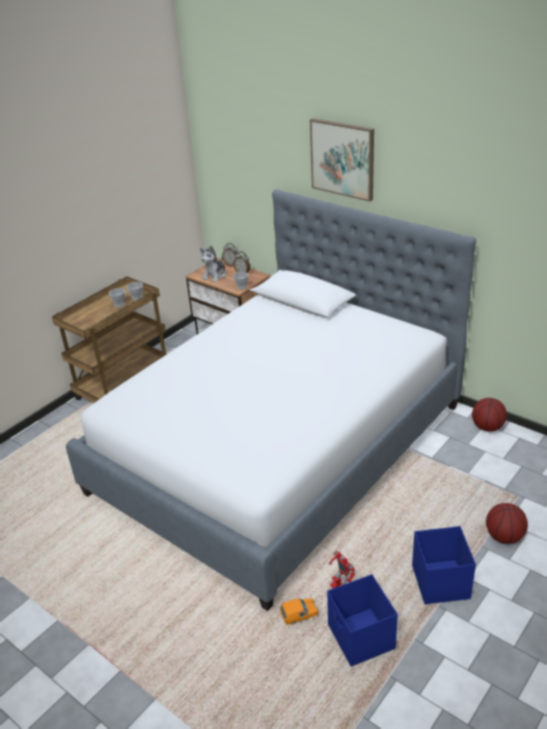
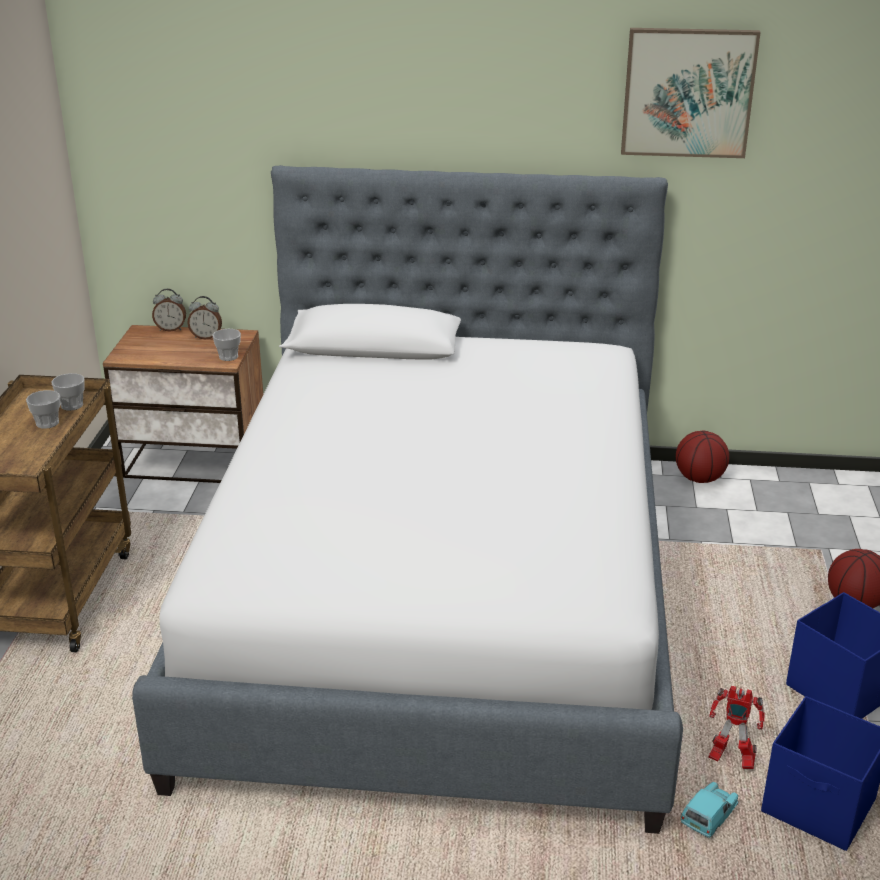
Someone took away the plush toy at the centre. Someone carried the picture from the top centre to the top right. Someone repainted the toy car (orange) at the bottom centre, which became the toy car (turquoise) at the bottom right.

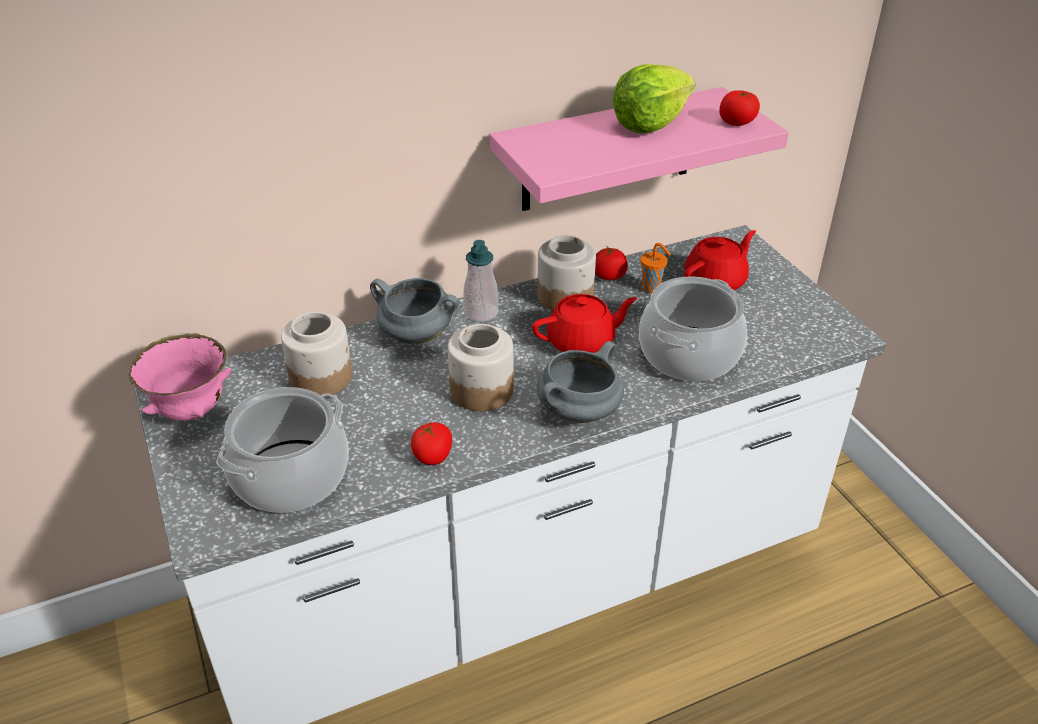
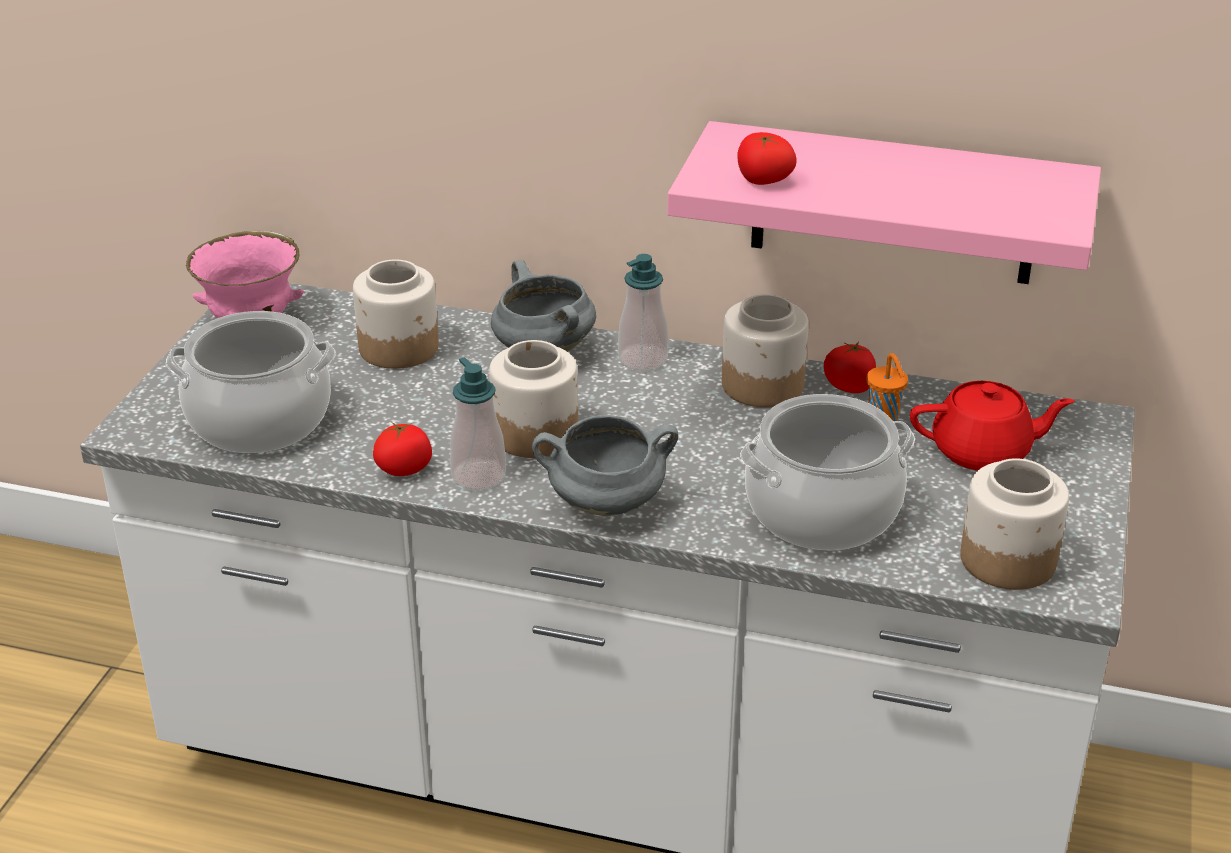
Someone took away the teapot (red) (1st from left) at the centre. Someone took away the lettuce at the top centre. Someone put down the soap dispenser (1st from left) at the centre. Someone put down the jar (4th from left) at the middle right. Someone carried the tomato (3rd from left in the first image) from the top right to the top centre.

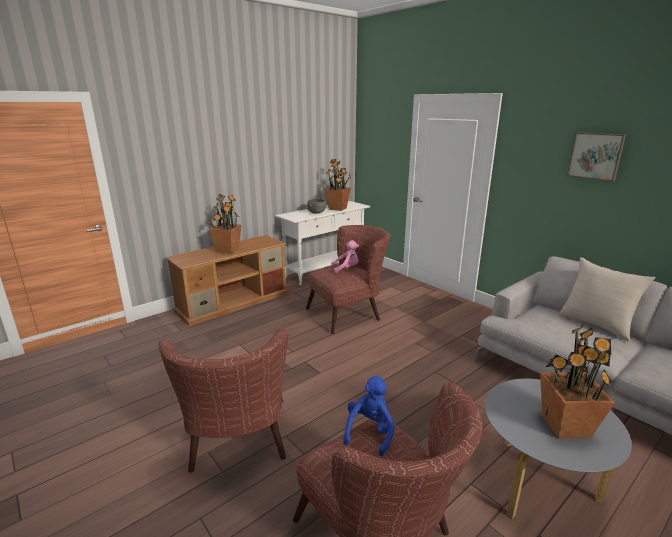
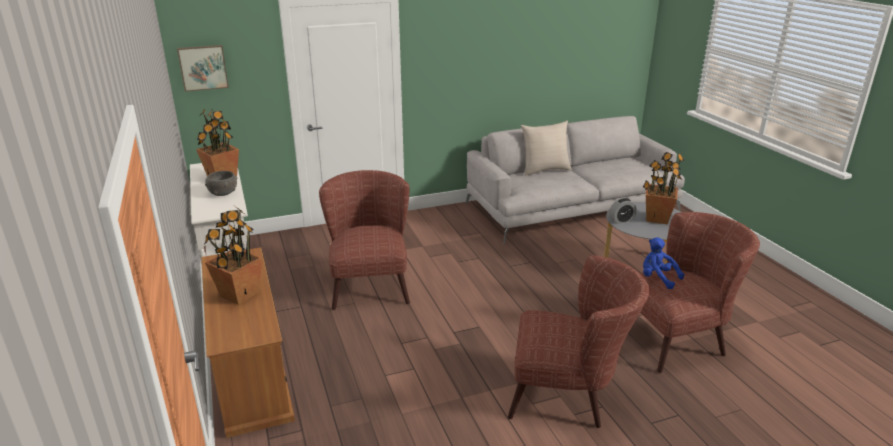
Someone took away the plush toy (pink) at the centre. Someone put down the alarm clock at the middle right. Someone carried the picture from the top right to the top left.

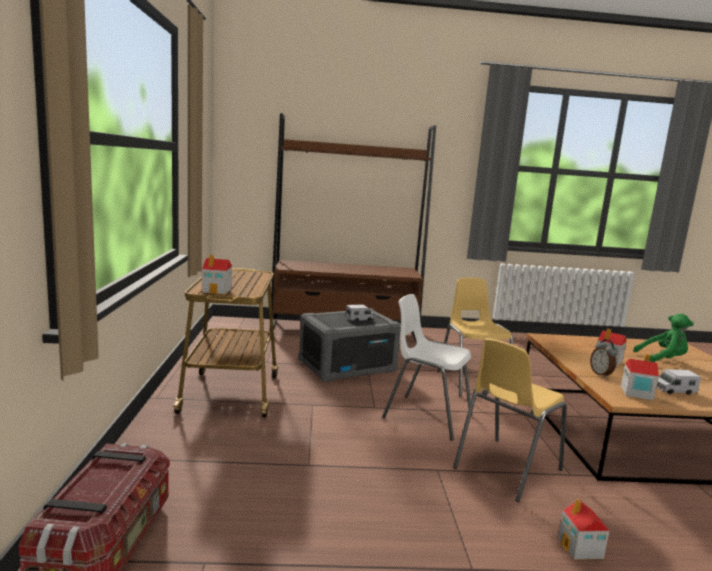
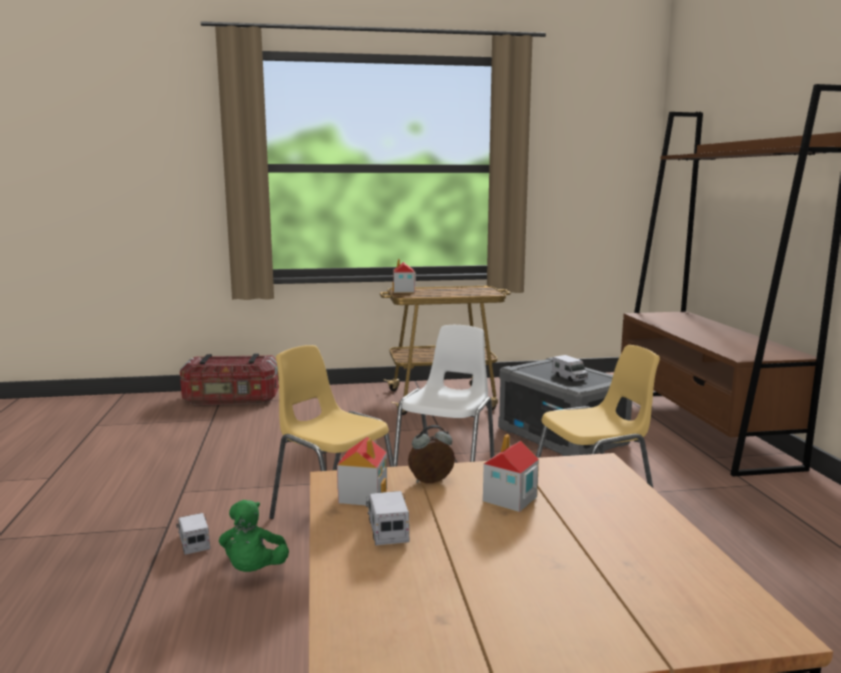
Someone carried the plush toy (green) from the middle right to the bottom left. Someone swapped the toy house (2nd from left) at the bottom right for the toy truck (1st from left) at the bottom left.

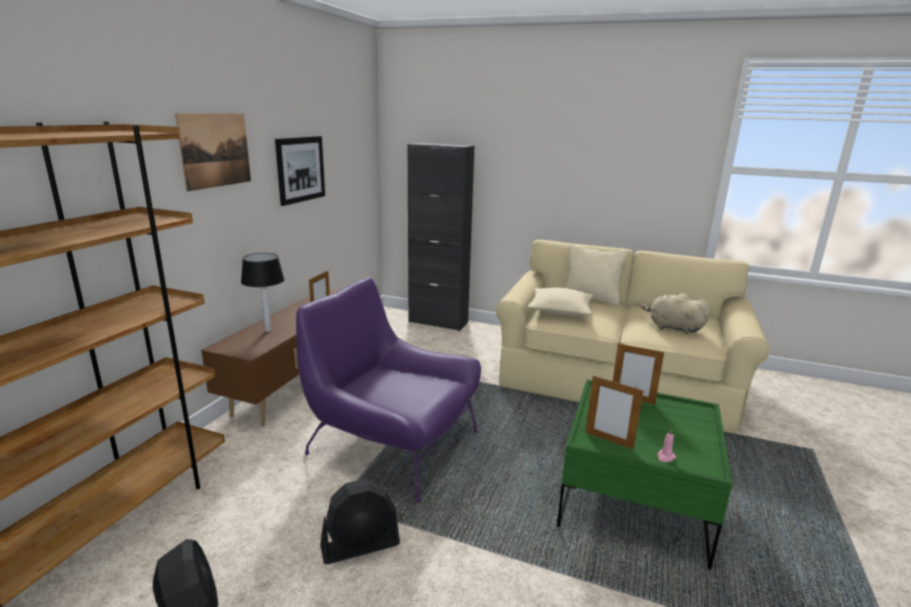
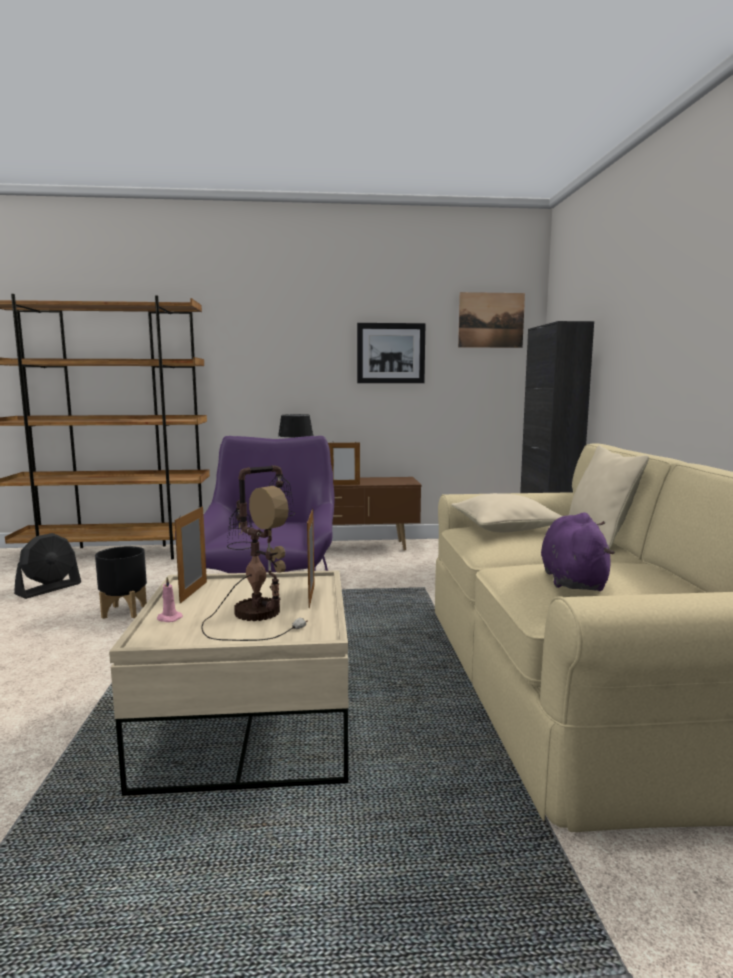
Someone put down the table lamp (1st from left) at the centre. Someone carried the picture (1st from left in the first image) from the top left to the top right. Someone swapped the fan (black) (2nd from left) at the bottom centre for the planter (black) at the middle left. Someone repainted the coffee table (green) at the bottom right, which became the coffee table (beige) at the bottom left. Someone repainted the plush toy (beige) at the middle right, which became the plush toy (purple) at the middle right.

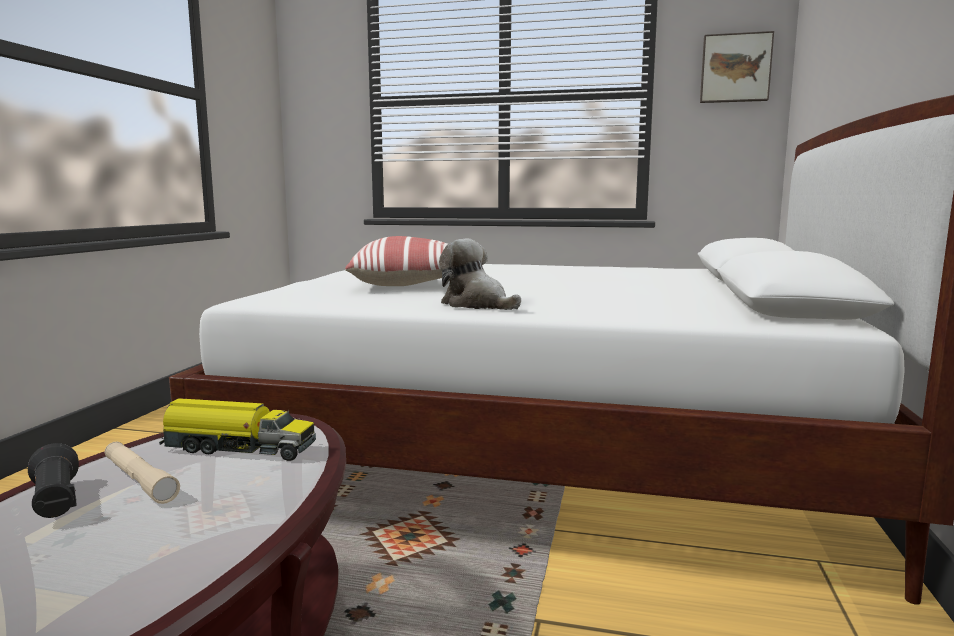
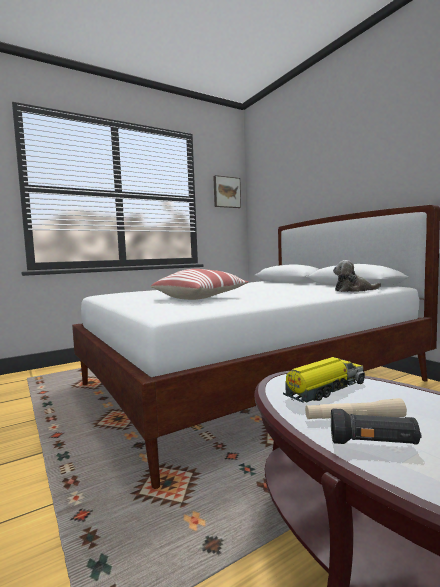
Someone carried the plush toy from the centre to the middle right.

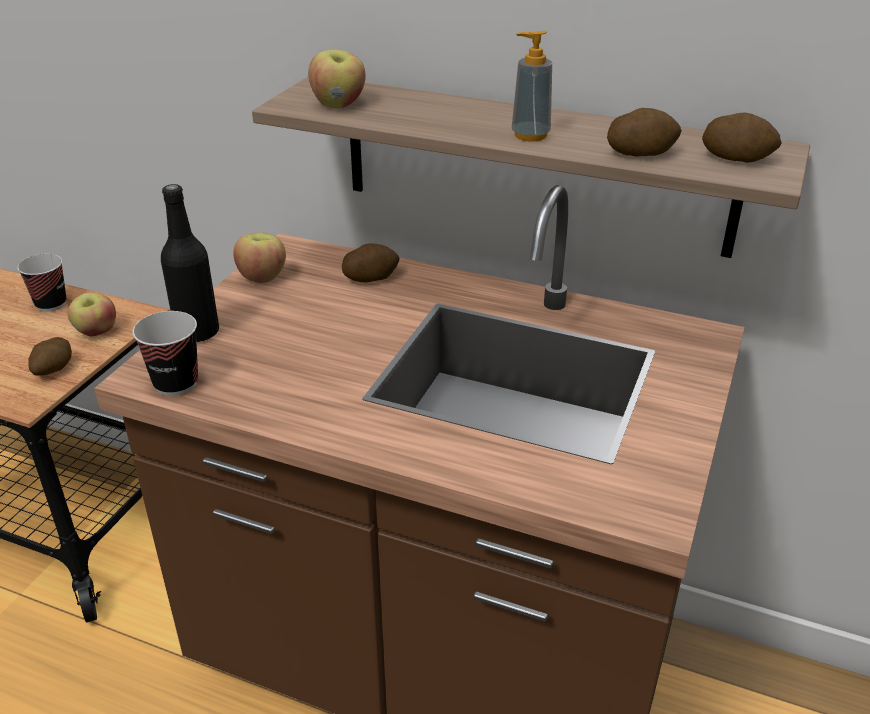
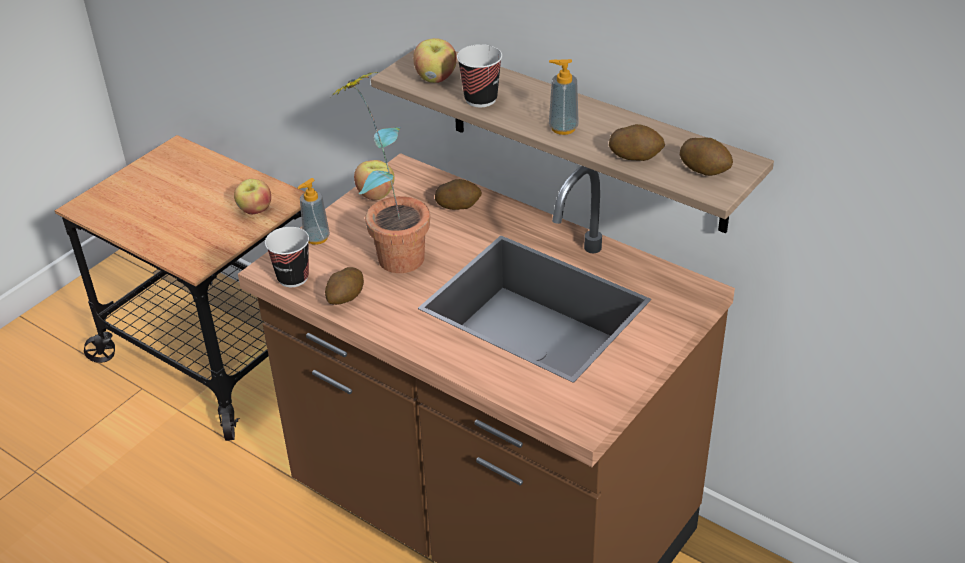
Someone put down the potted plant at the top centre. Someone carried the cup (1st from left in the first image) from the middle left to the top centre. Someone carried the potato (1st from left) from the middle left to the centre. Someone swapped the bottle (black) at the middle left for the soap dispenser (1st from left) at the middle left.

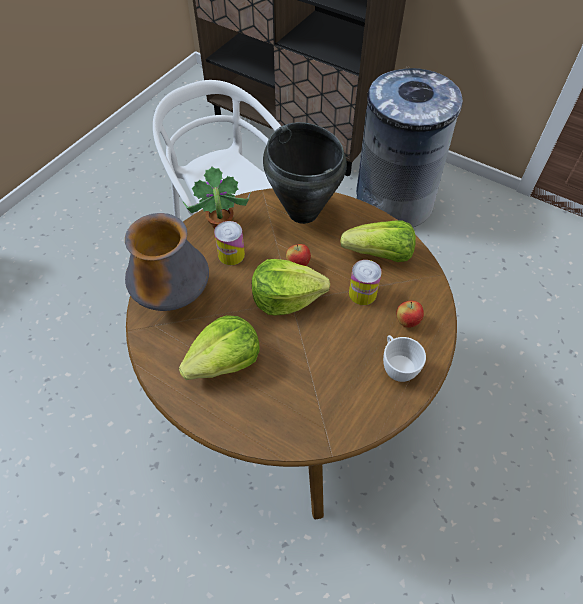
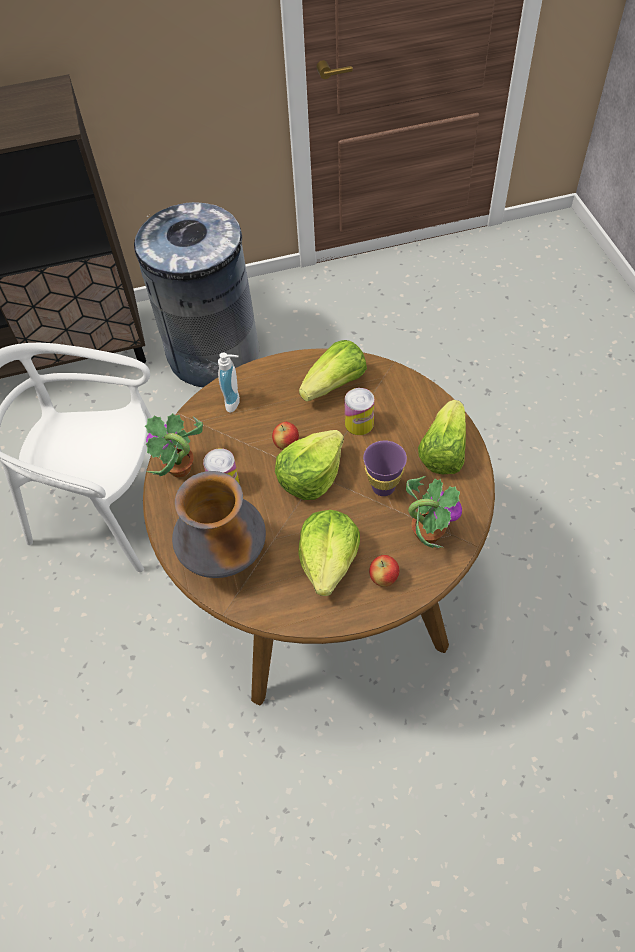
Someone put down the cup (purple) at the centre. Someone put down the potted plant (2nd from left) at the middle right. Someone carried the apple (2nd from left) from the middle right to the centre. Someone swapped the cooking pot (black) at the top centre for the soap dispenser at the centre. Someone swapped the cup (white) at the middle right for the lettuce (4th from left) at the middle right.

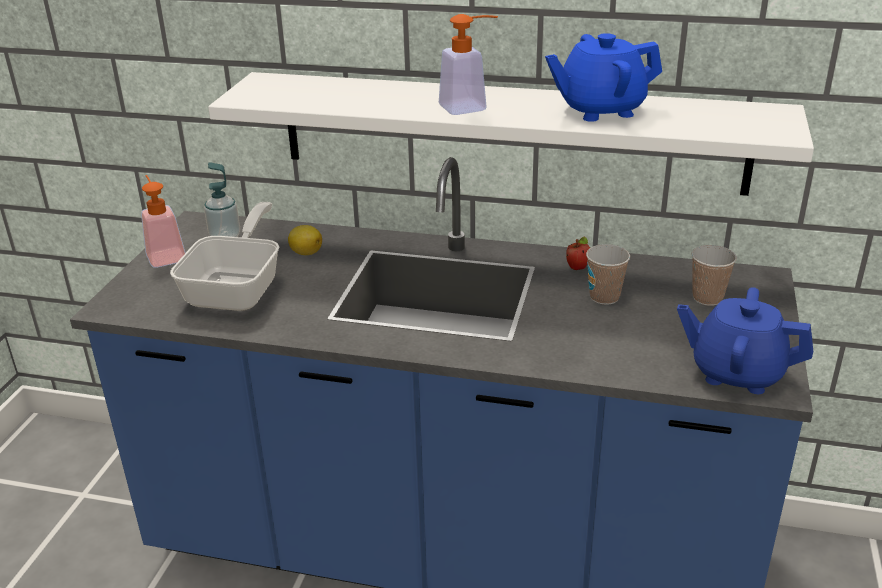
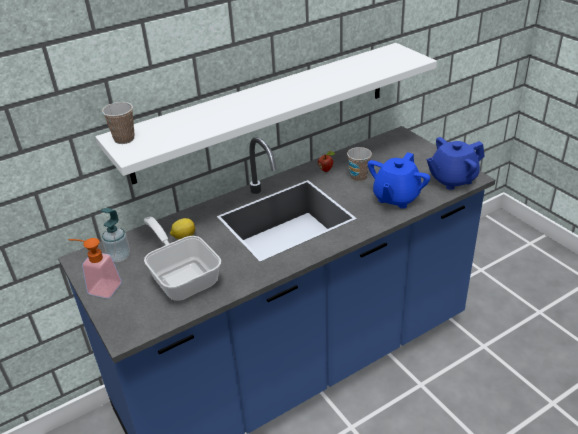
Someone took away the soap dispenser (3rd from left) at the top centre. Someone carried the teapot (blue) (1st from left) from the top right to the middle right. Someone carried the cup (2nd from left in the first image) from the middle right to the top left.

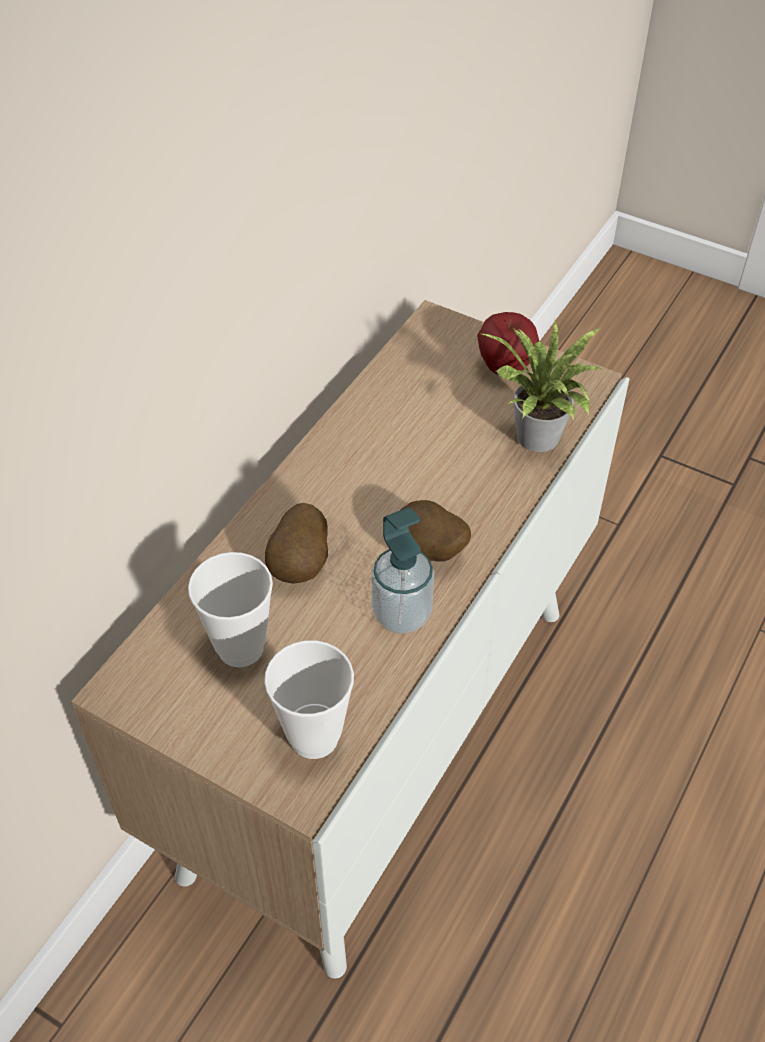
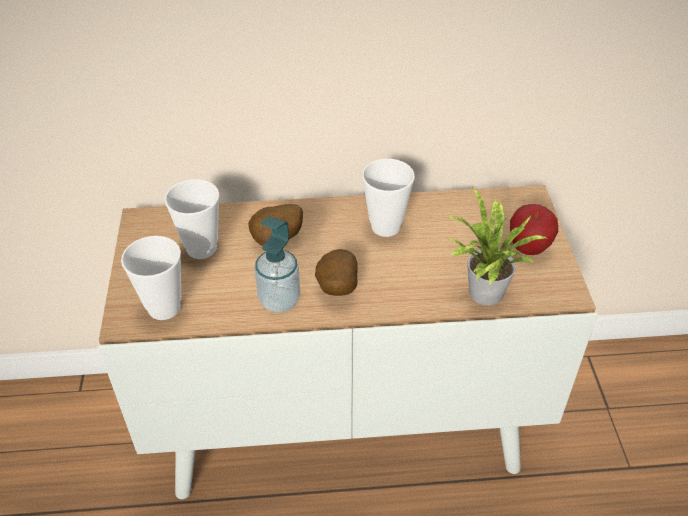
Someone put down the cup (3rd from left) at the centre.

